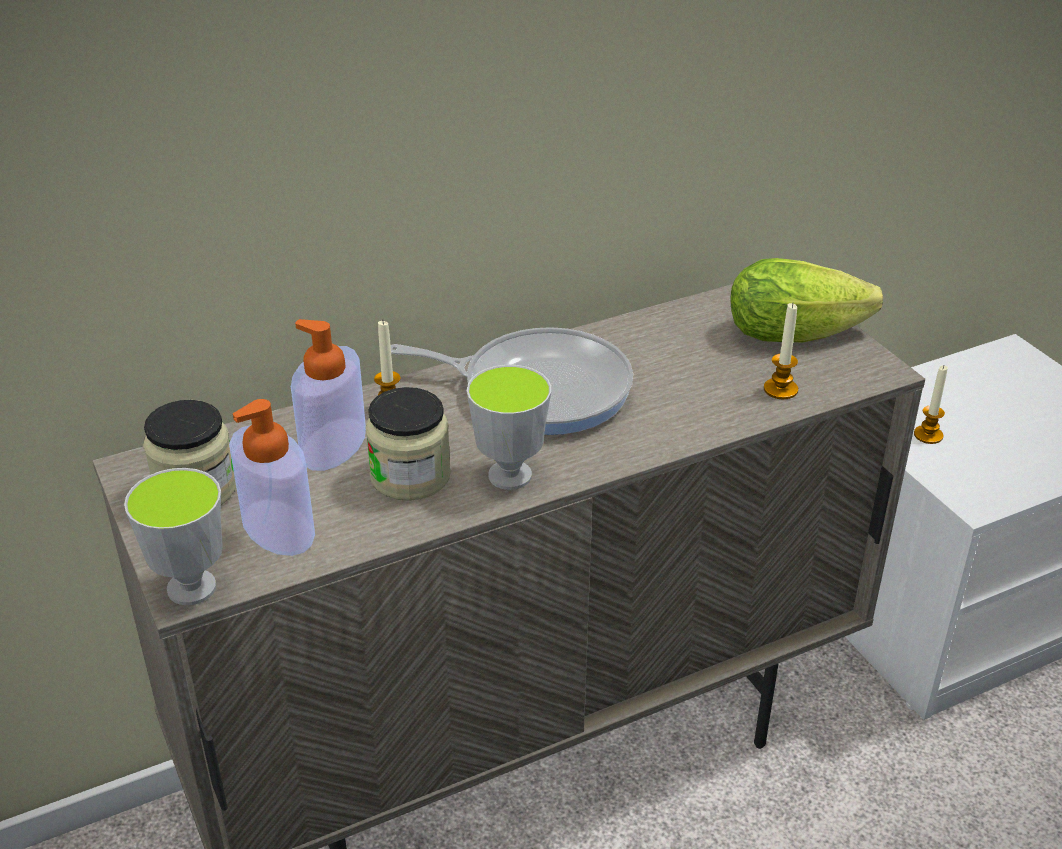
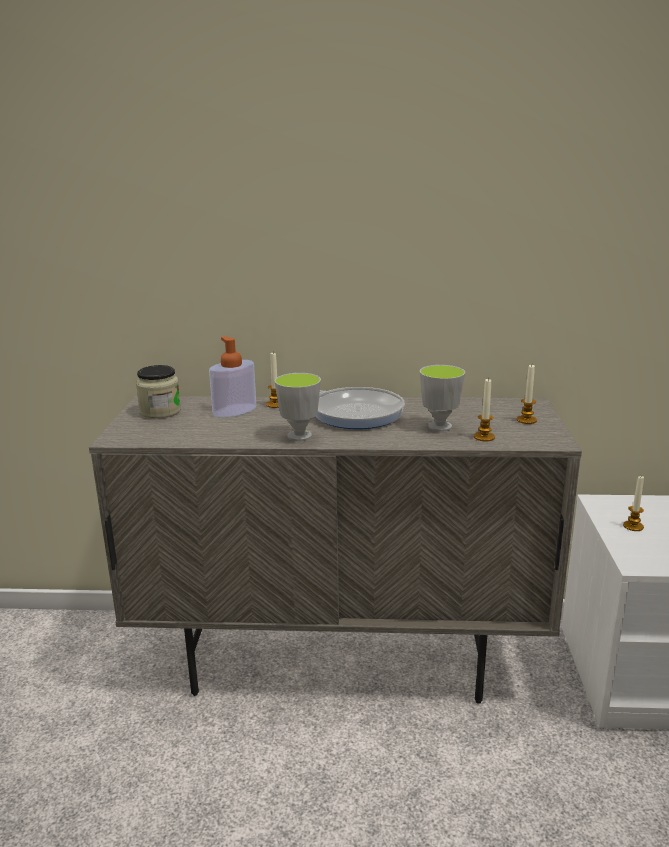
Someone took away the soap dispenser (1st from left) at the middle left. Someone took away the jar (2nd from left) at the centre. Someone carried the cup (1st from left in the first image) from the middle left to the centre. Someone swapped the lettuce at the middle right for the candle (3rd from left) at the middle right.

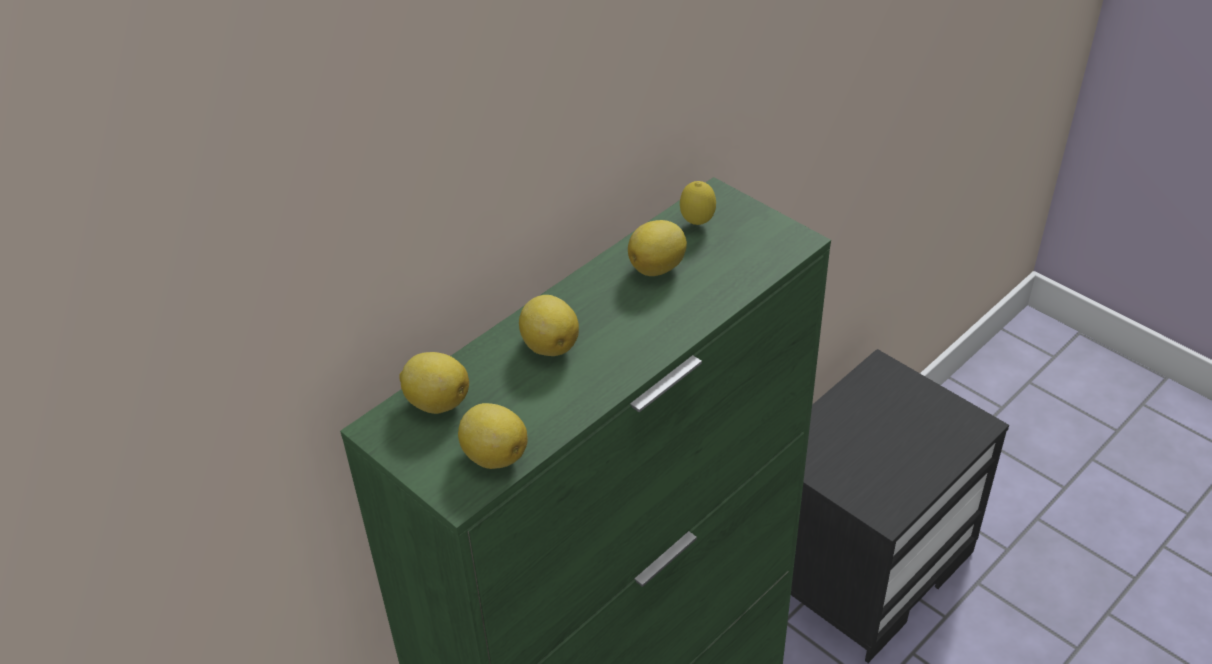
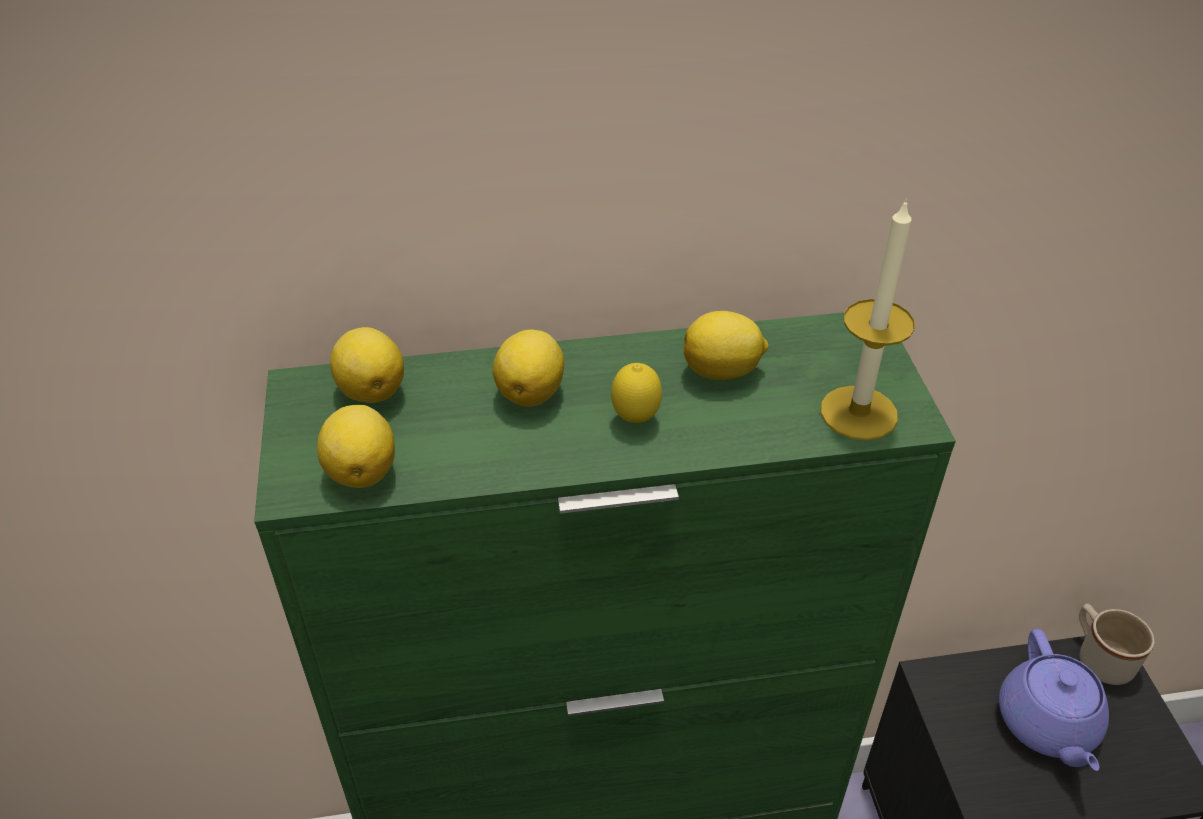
Someone put down the candle at the middle right. Someone put down the teapot (purple) at the bottom right. Someone put down the mug (beige) at the bottom right. Someone carried the lemon (5th from left in the first image) from the top centre to the centre.

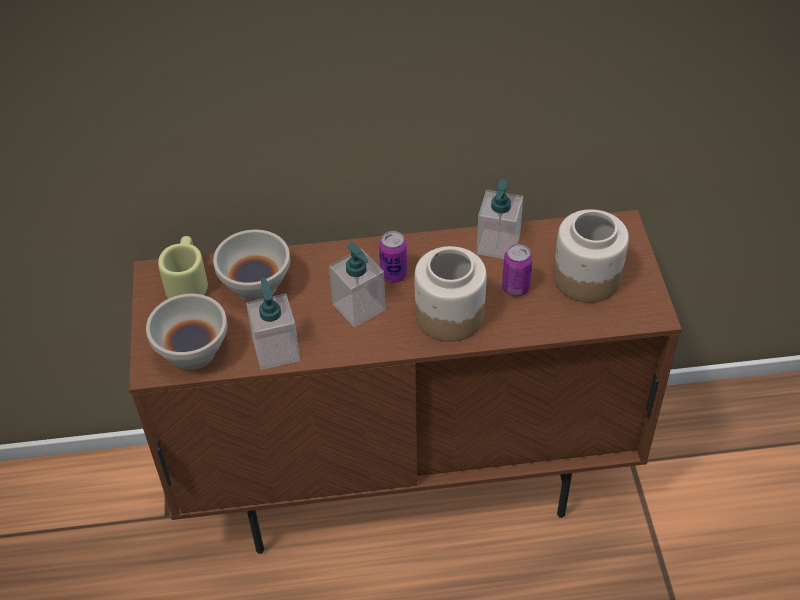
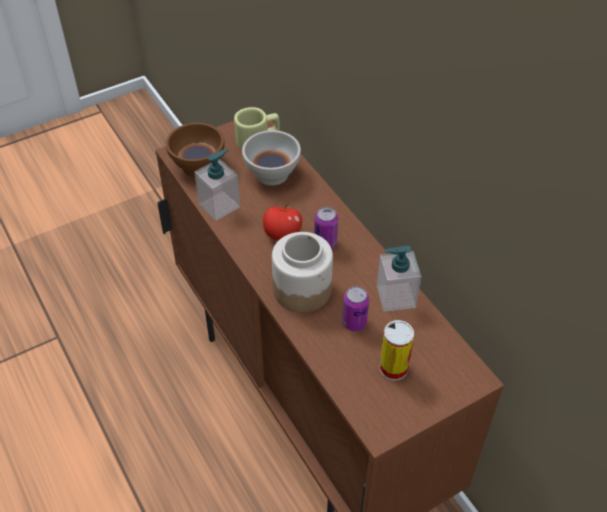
Someone swapped the soap dispenser (2nd from left) at the centre for the apple at the centre. Someone swapped the jar (2nd from left) at the middle right for the can (3rd from left) at the bottom centre. Someone repainted the bowl (white) (1st from left) at the middle left, which became the bowl (brown) at the top left.

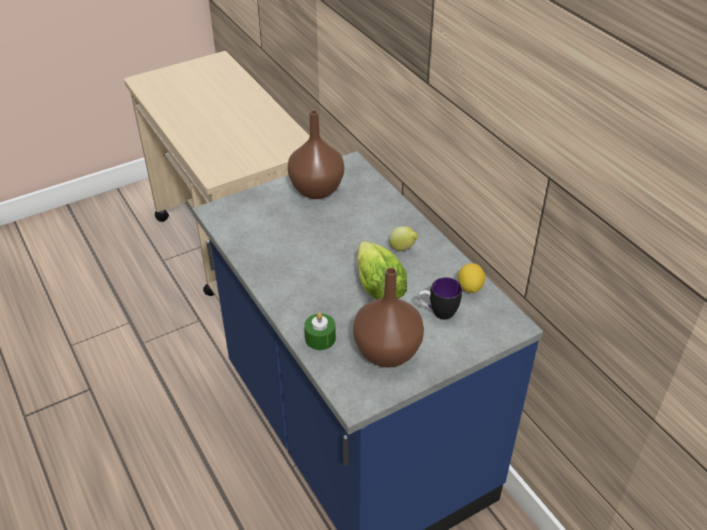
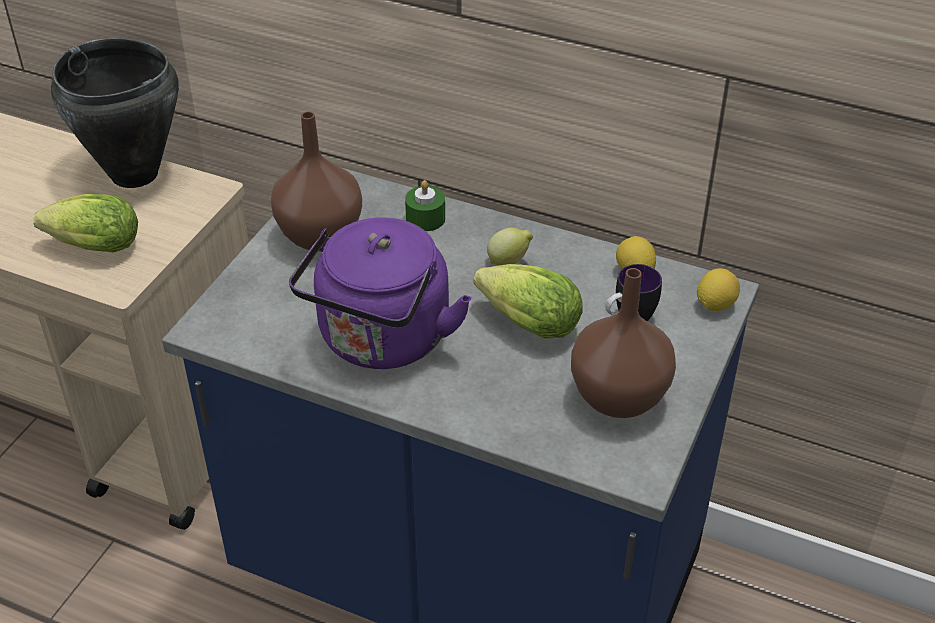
Someone put down the lettuce (1st from left) at the middle left. Someone put down the cooking pot (black) at the top left. Someone put down the kettle (purple) at the centre. Someone put down the lemon (3rd from left) at the middle right. Someone carried the candle (green) from the centre to the top centre.

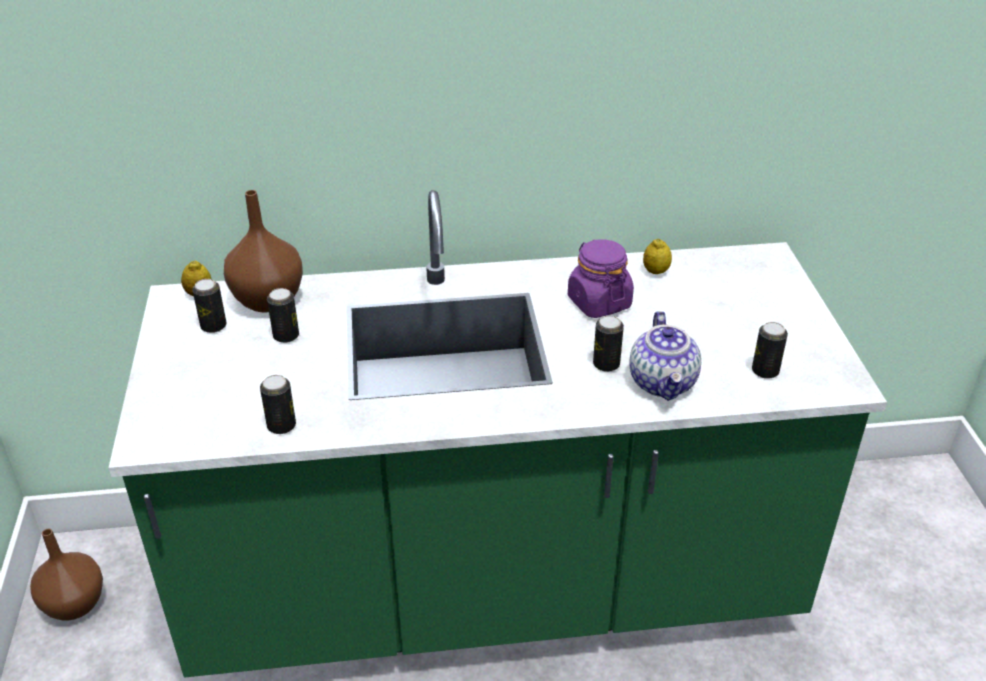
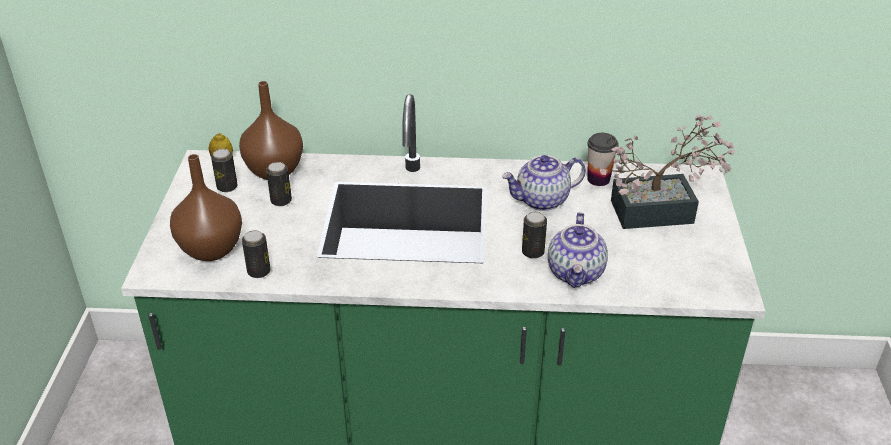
Someone took away the can (5th from left) at the middle right. Someone put down the potted plant at the middle right. Someone carried the vase (brown) (1st from left) from the bottom left to the middle left. Someone swapped the jar (purple) at the centre for the teapot (1st from left) at the centre. Someone swapped the lemon (2nd from left) at the centre for the cup at the middle right.

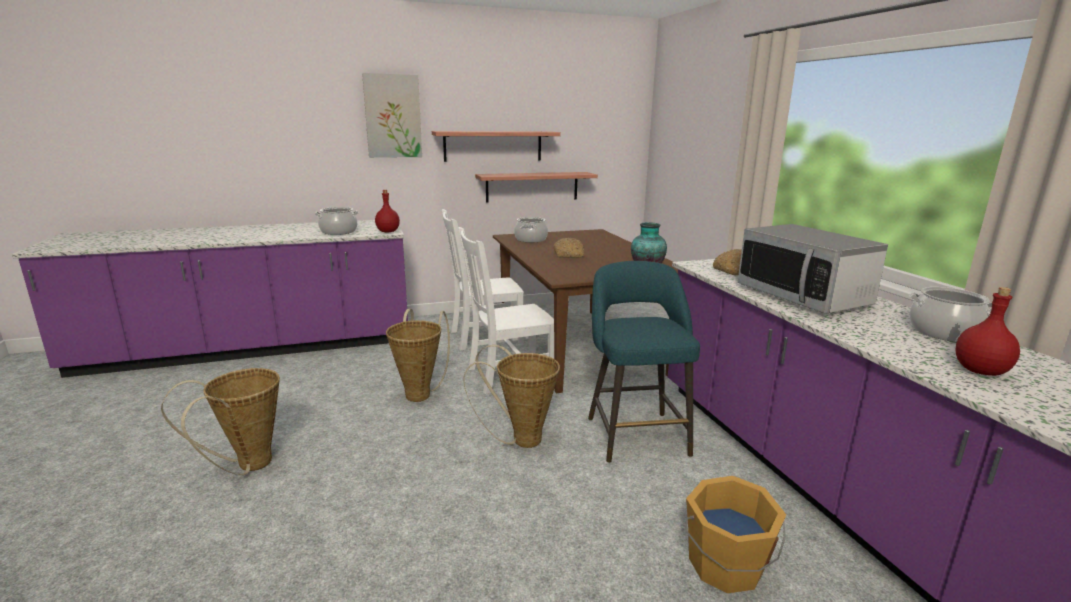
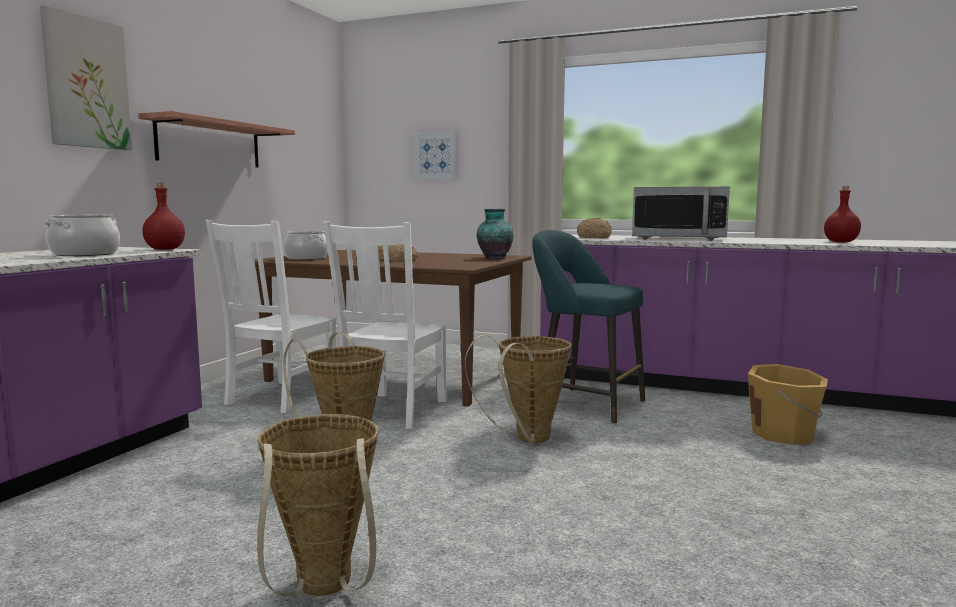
Someone took away the shelf (2nd from left) at the top centre. Someone took away the cooking pot (3rd from left) at the middle right. Someone put up the picture (2nd from left) at the top centre.

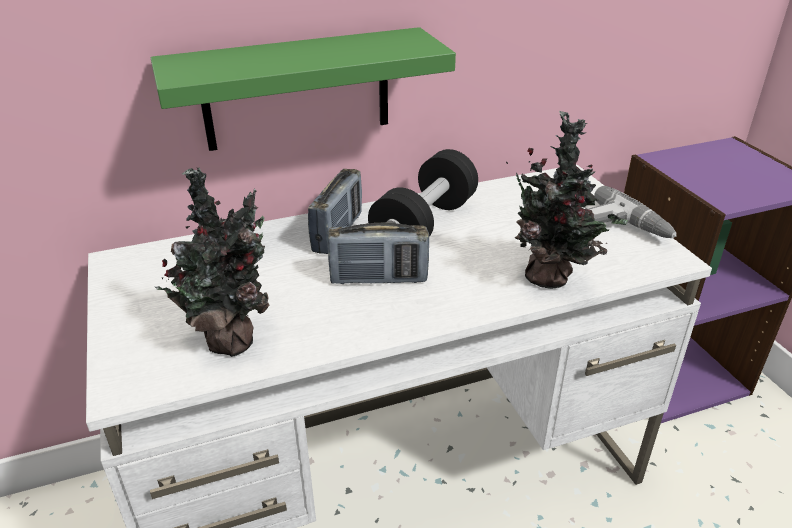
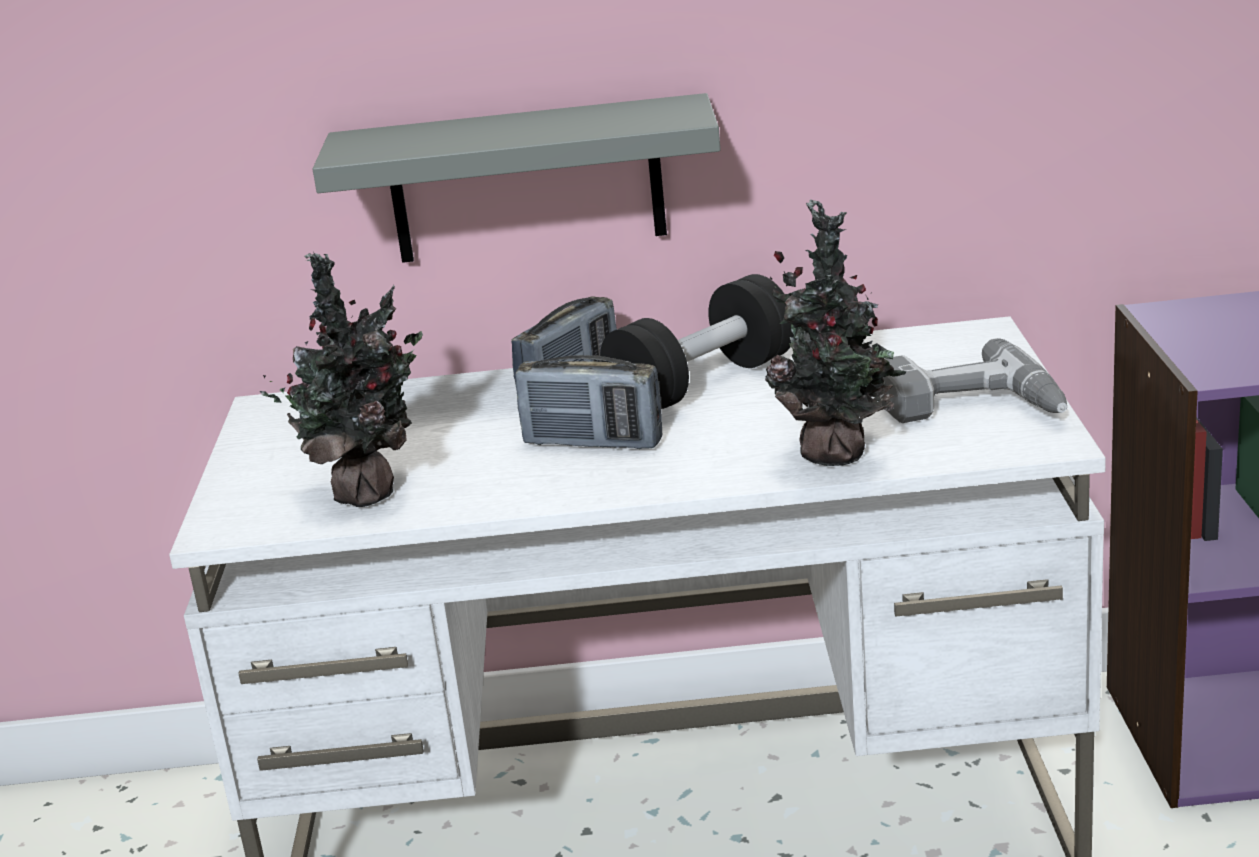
Someone repainted the shelf (green) at the top centre, which became the shelf (grey) at the top centre.

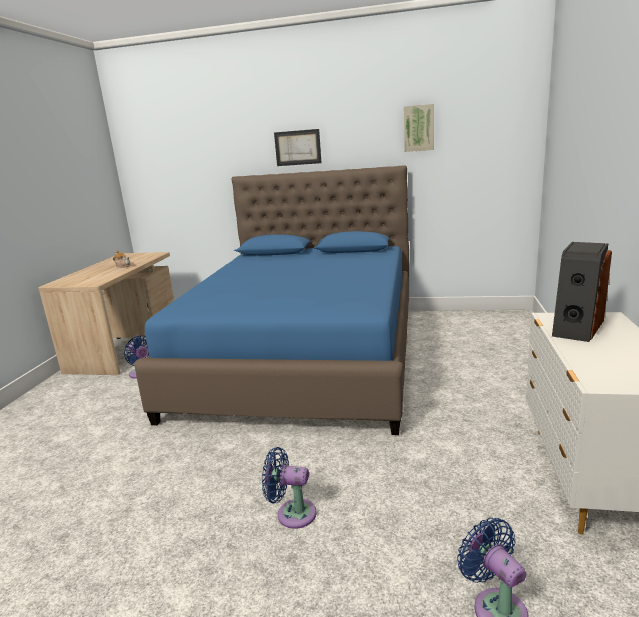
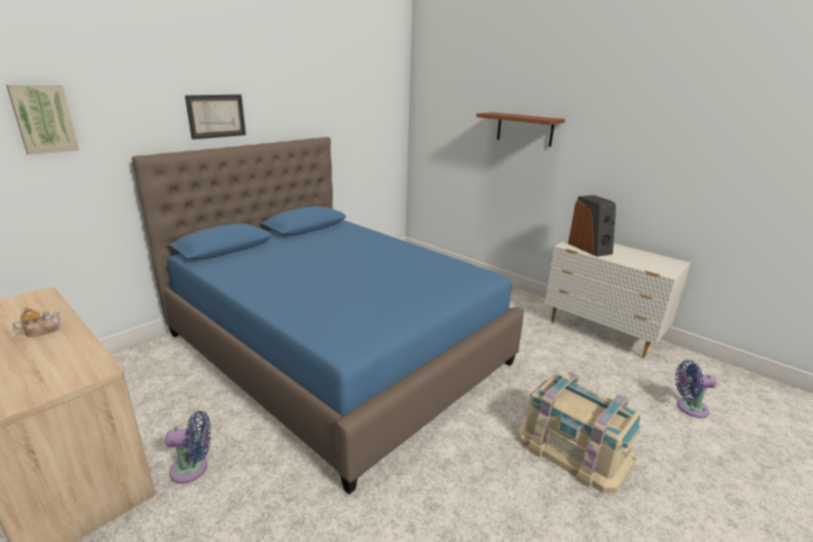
Someone put up the shelf (brown) at the top centre. Someone carried the picture (2nd from left in the first image) from the top centre to the top left. Someone swapped the fan (blue) (2nd from left) at the bottom centre for the storage box (beige) at the bottom right.

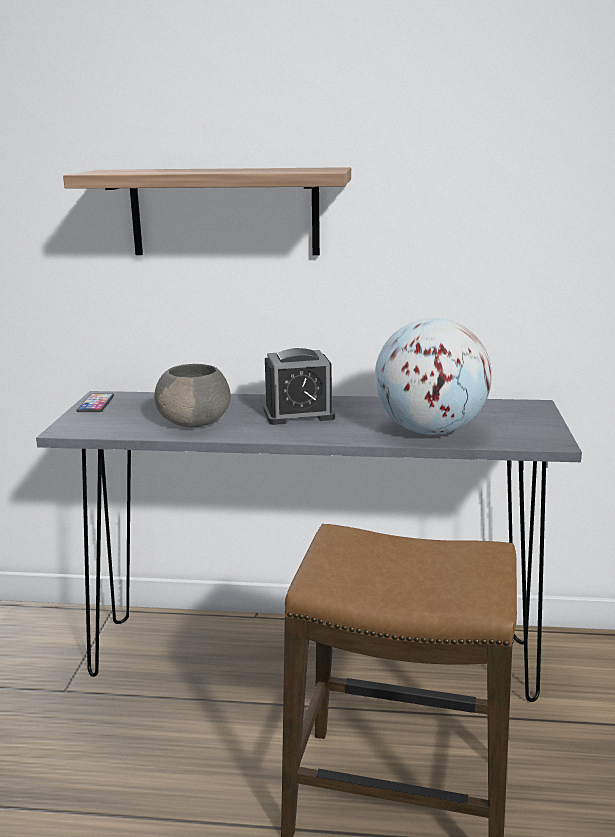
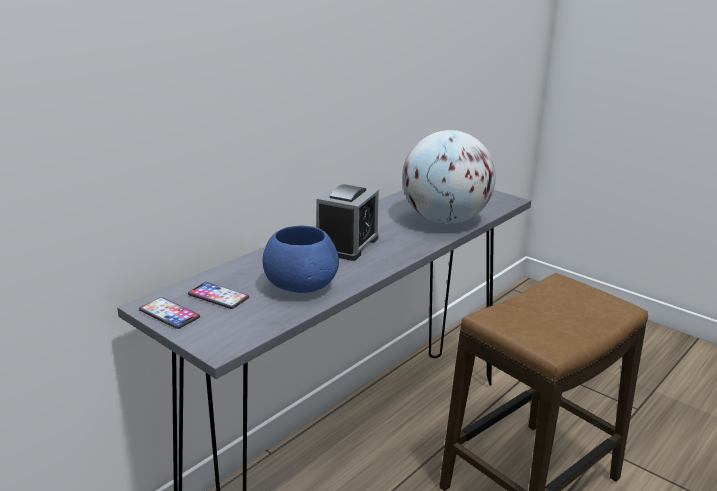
Someone took away the shelf at the top centre. Someone put down the phone (2nd from left) at the middle left. Someone repainted the bowl (grey) at the middle left, which became the bowl (blue) at the centre.

